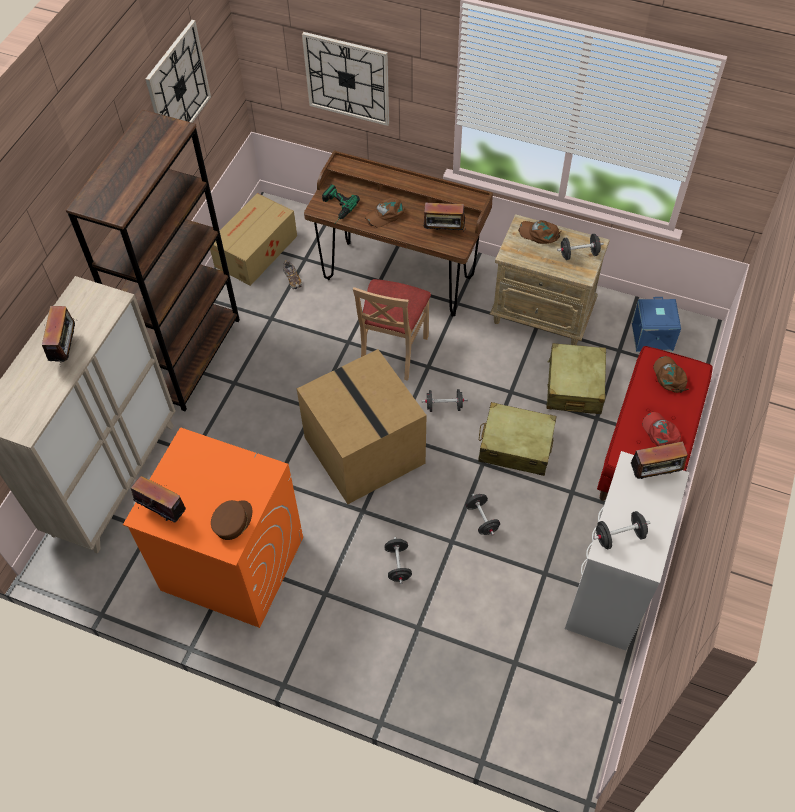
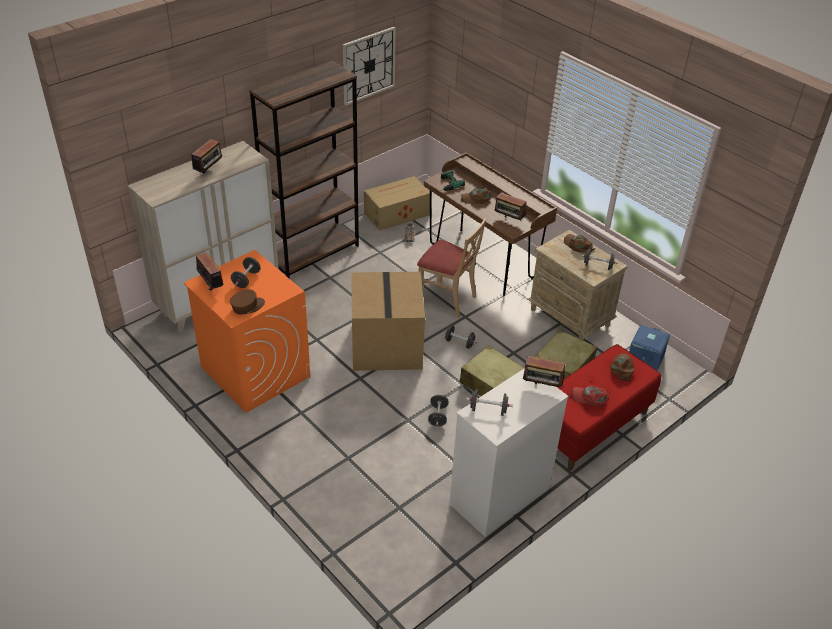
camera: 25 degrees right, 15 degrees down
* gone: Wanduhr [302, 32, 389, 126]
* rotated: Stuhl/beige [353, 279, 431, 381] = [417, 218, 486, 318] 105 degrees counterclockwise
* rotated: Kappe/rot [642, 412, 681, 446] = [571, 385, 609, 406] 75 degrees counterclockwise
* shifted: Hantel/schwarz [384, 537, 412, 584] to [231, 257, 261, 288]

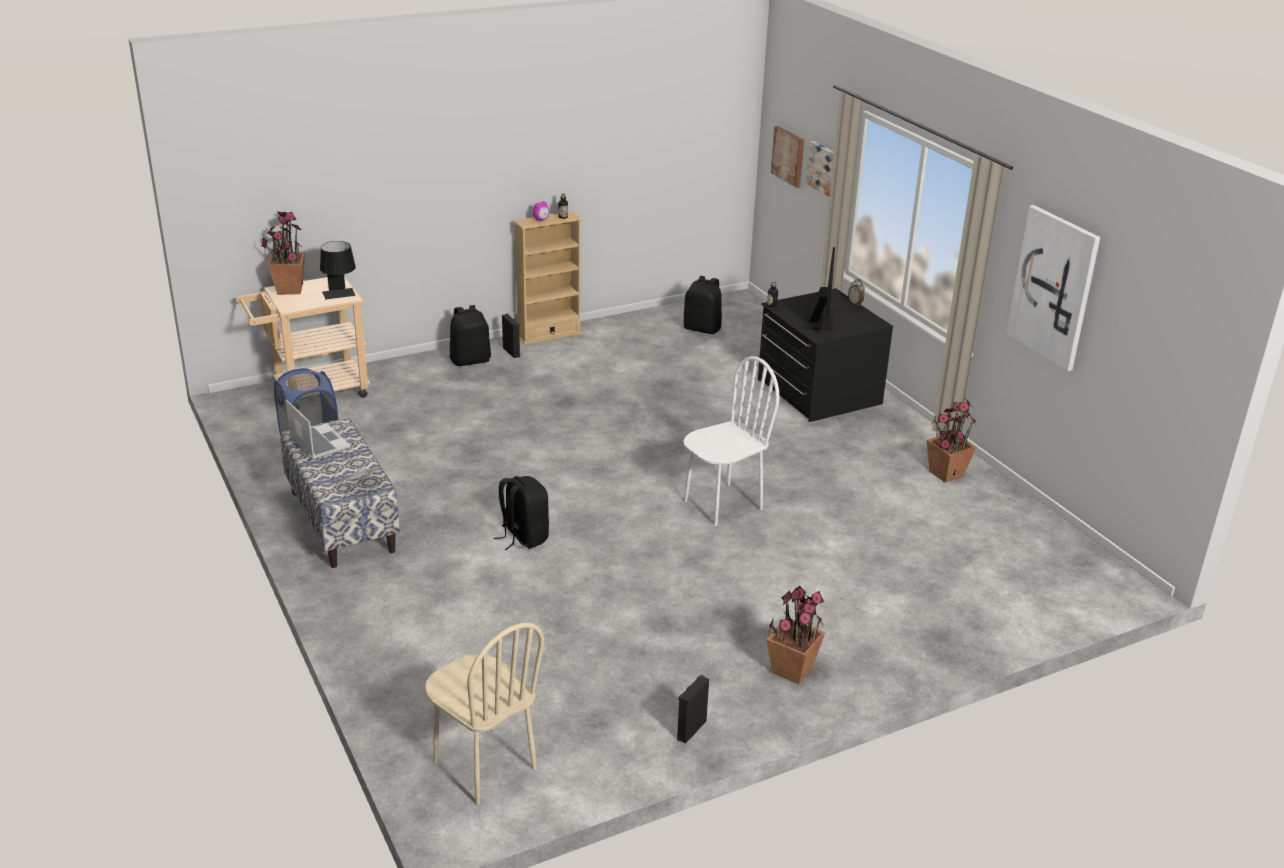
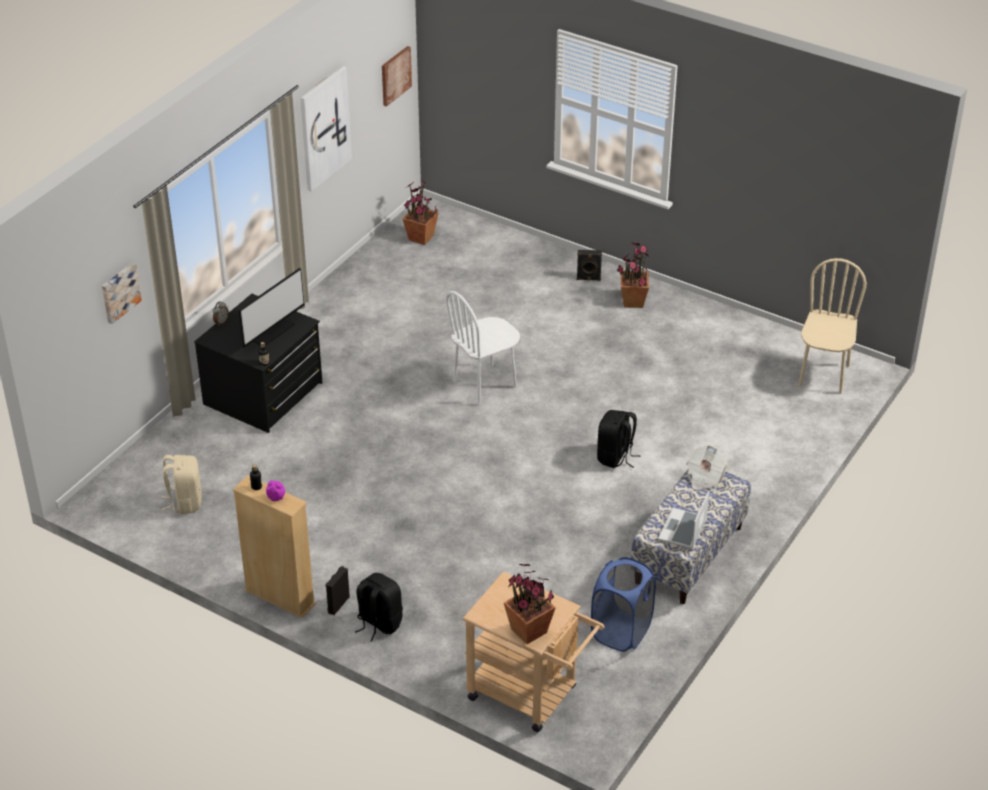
camera: 120 degrees left, 10 degrees up
* shifted: Bild [771, 126, 804, 188] to [382, 46, 412, 107]
* gone: Tischlampe/schwarz [320, 241, 356, 299]
* rotated: Monitor [804, 247, 835, 331] = [239, 268, 305, 348] 150 degrees clockwise
* repainted: Rucksack/schwarz [683, 276, 722, 334] to Rucksack/beige [162, 455, 202, 514]
* rotated: Stuhl/weiß [683, 356, 780, 526] = [446, 291, 520, 405] 60 degrees counterclockwise
* shifted: Topfpflanze [927, 397, 976, 483] to [402, 180, 439, 245]
* shifted: Lautsprecher/schwarz [677, 675, 709, 744] to [577, 250, 602, 281]

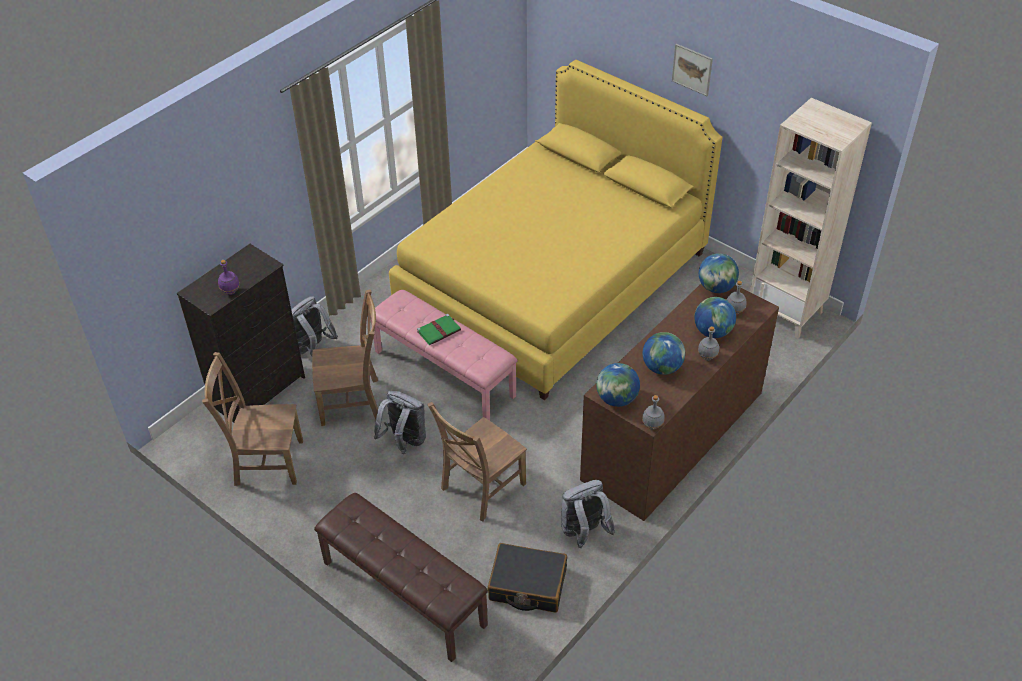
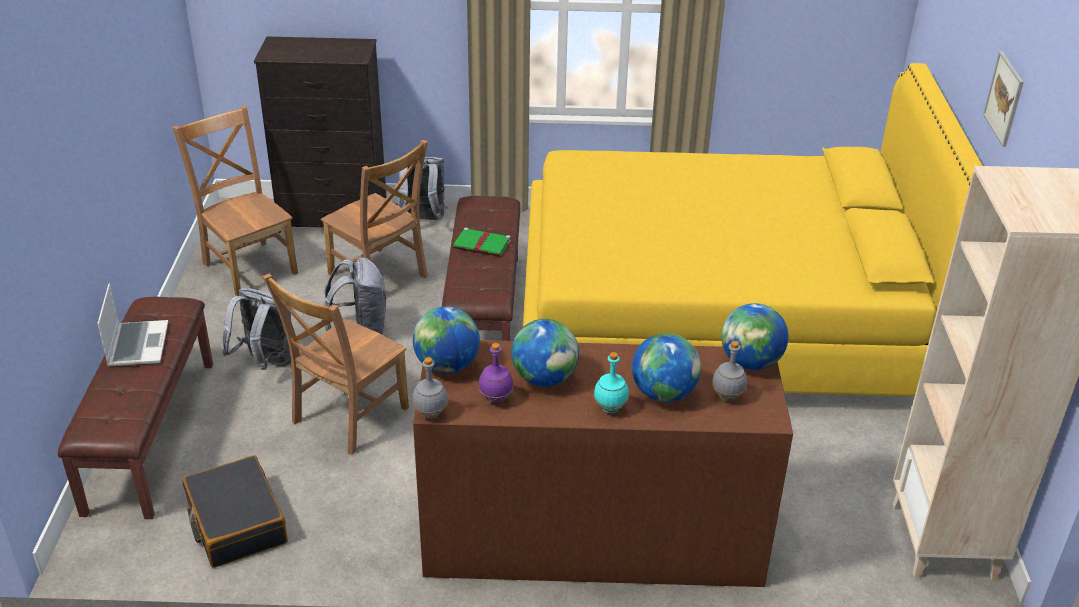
camera: 50 degrees right, 10 degrees down
* shifted: Flasche/lila [218, 260, 240, 295] to [479, 343, 513, 404]
* repainted: Bank/rosa [370, 290, 518, 421] to Bank/braun [442, 196, 520, 341]
* repainted: Flasche/grau [698, 326, 719, 360] to Flasche/türkis [594, 352, 629, 413]
* rotated: Stuhl/braun [427, 402, 527, 521] = [262, 273, 409, 455] 60 degrees counterclockwise
* shifted: Rucksack/grau [561, 480, 615, 548] to [222, 288, 291, 370]
* new: Laptop [97, 284, 168, 366]

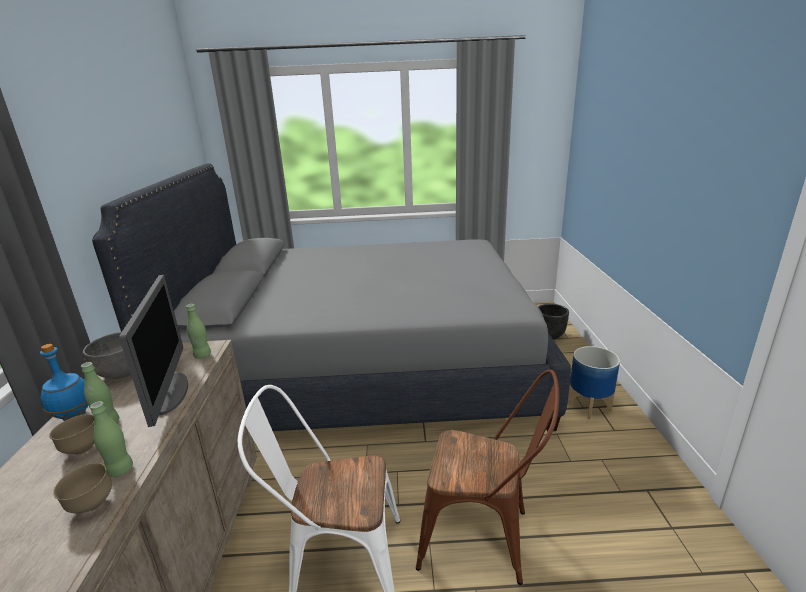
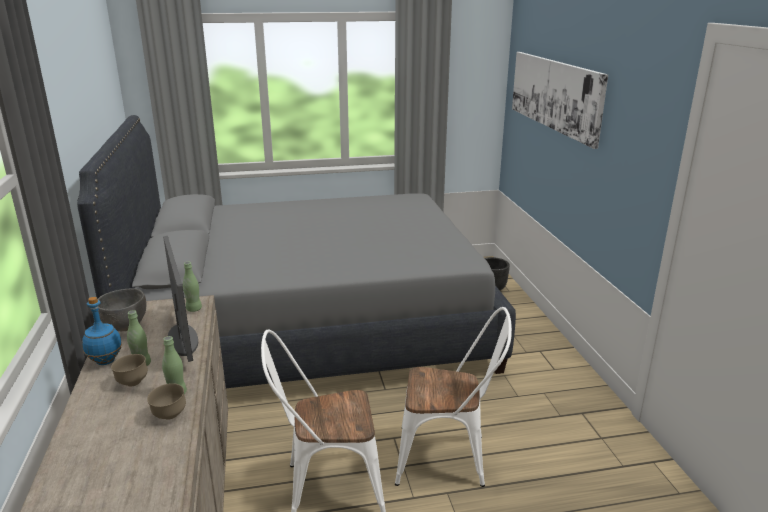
camera: 10 degrees left, 0 degrees up
* gone: Pflanzkübel [567, 346, 620, 420]
* repainted: Stuhl/braun [416, 369, 559, 585] to Stuhl/weiß [395, 307, 512, 487]
* new: Bild [512, 52, 608, 149]

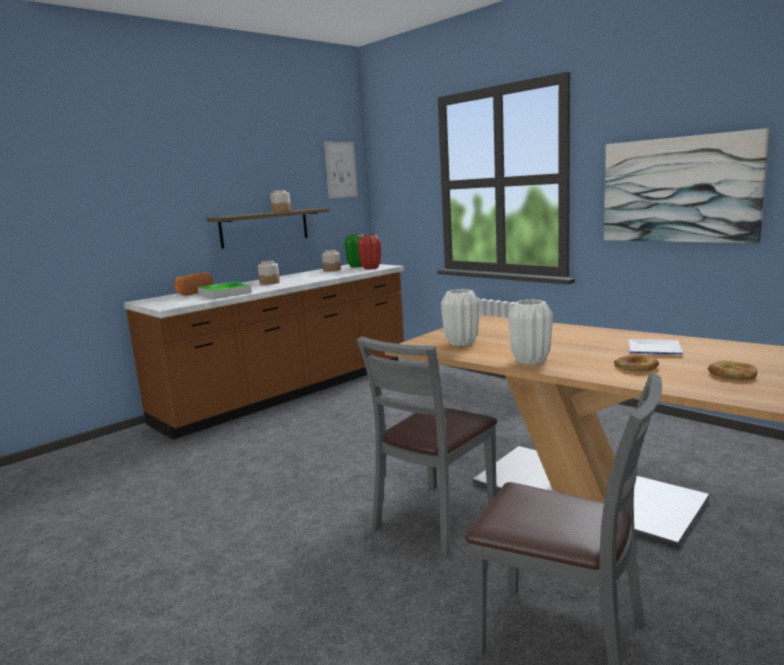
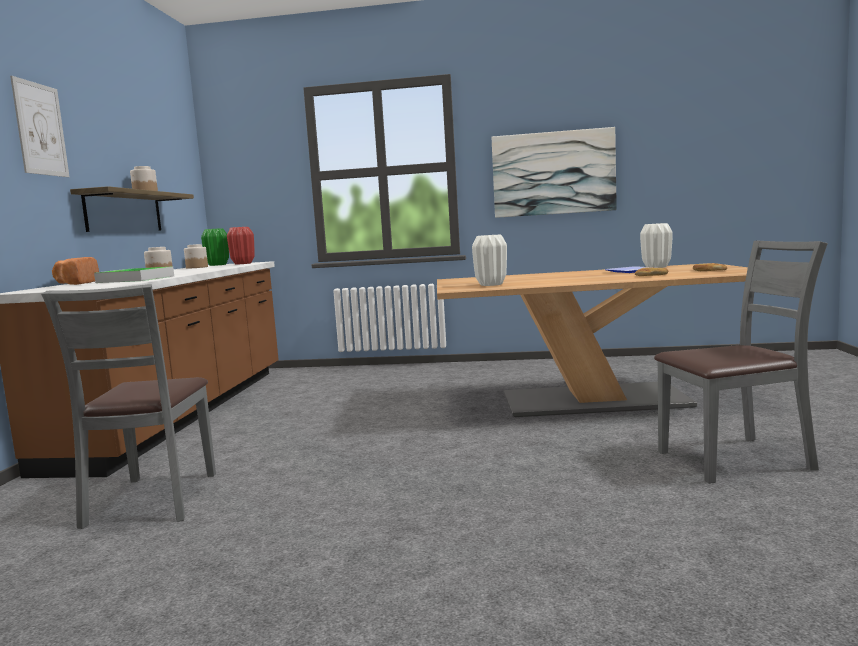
camera: 40 degrees left, 5 degrees down
* shifted: Bild [324, 142, 358, 198] to [10, 76, 69, 177]
* shifted: Vase/weiß [508, 300, 553, 365] to [640, 223, 673, 268]
* shifted: Stuhl/grau [357, 336, 497, 556] to [41, 284, 216, 529]

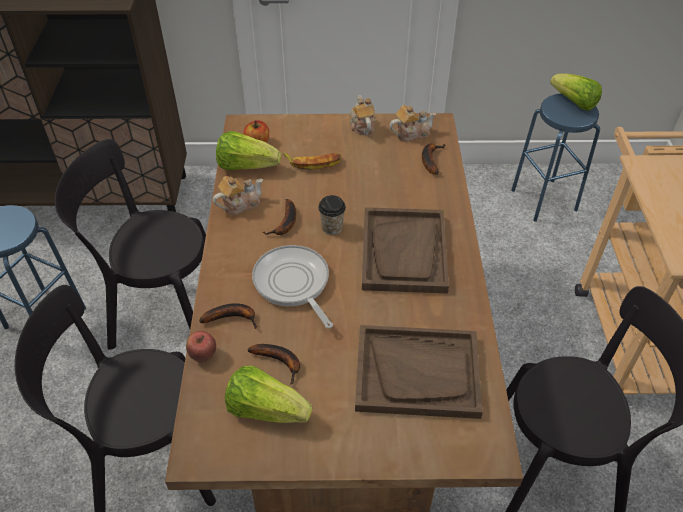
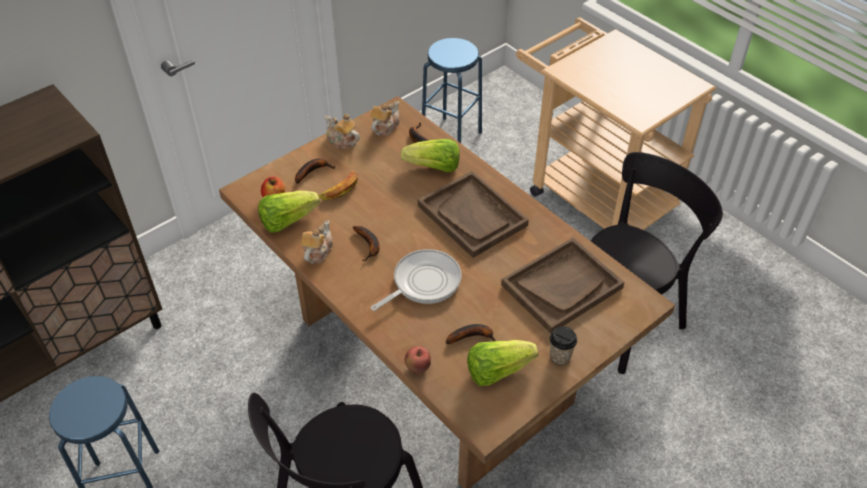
camera: 40 degrees left, 0 degrees up
* shifted: Salatkopf [550, 73, 602, 111] to [401, 139, 459, 172]
* gone: Stuhl/schwarz [55, 139, 206, 350]
* shifted: Tasse [318, 195, 346, 235] to [550, 326, 577, 364]
* rotated: Pfanne [252, 245, 333, 328] = [371, 249, 462, 311] 120 degrees clockwise
* shifted: Banane [199, 303, 257, 329] to [295, 158, 335, 184]

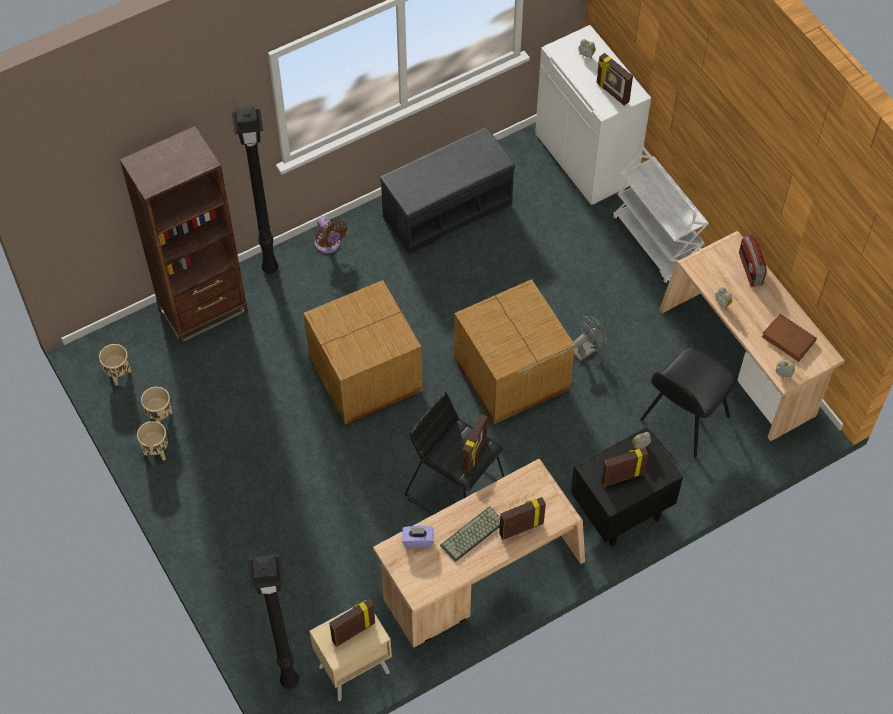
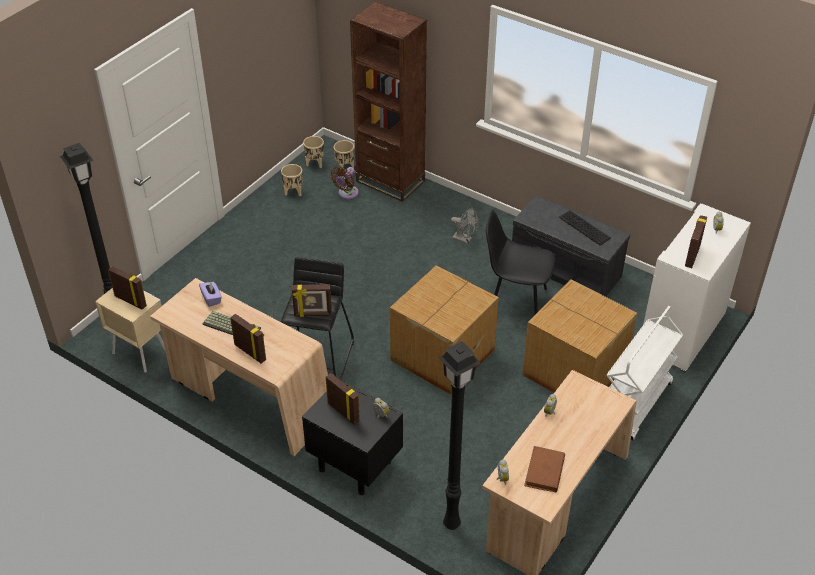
camera: 65 degrees right, 15 degrees down
* shifted: Stehlampe/schwarz [232, 105, 279, 274] to [438, 341, 481, 530]
* shifted: Ventilator/braun [315, 216, 347, 254] to [331, 166, 359, 199]
* gone: Radio [739, 233, 767, 287]
* shifted: Karton [303, 280, 423, 424] to [522, 279, 637, 393]
* shifted: Ventilator/grau [573, 315, 607, 361] to [451, 208, 479, 244]
* shifted: Stuhl/schwarz [641, 348, 735, 457] to [486, 210, 555, 314]
* shifted: Pflanzkübel/beige [137, 421, 168, 461] to [334, 140, 354, 169]
* new: Tastatur [559, 210, 611, 245]

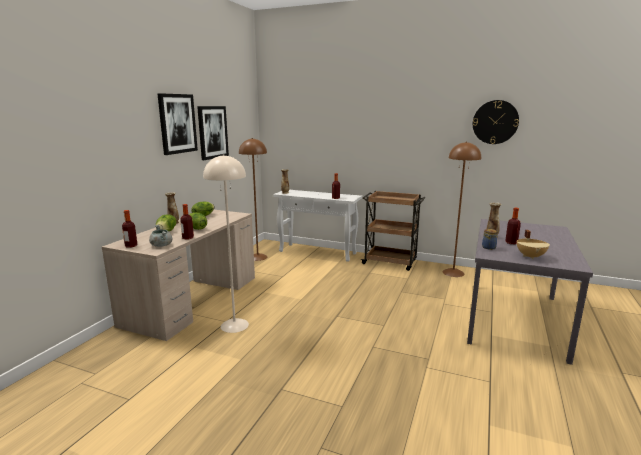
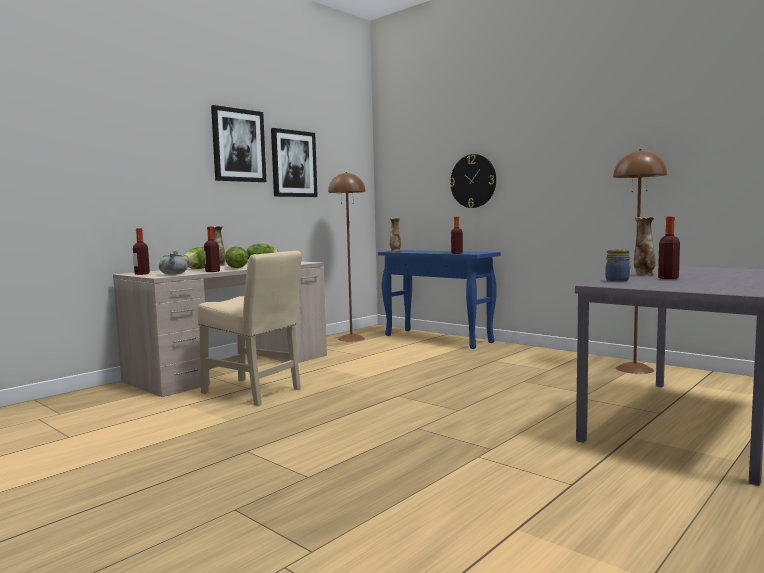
camera: 20 degrees right, 10 degrees down
* shifted: Wanduhr [473, 100, 519, 144] to [450, 154, 496, 208]
* swapped: Stehlampe/beige [203, 154, 249, 333] to Stuhl/beige [197, 251, 302, 406]
* repainted: Konsolentisch/weiß [273, 190, 362, 262] to Konsolentisch/blau [378, 250, 501, 349]
* gone: Rollwagen/braun [360, 191, 425, 271]
* gone: Kochtopf/beige [517, 230, 550, 259]

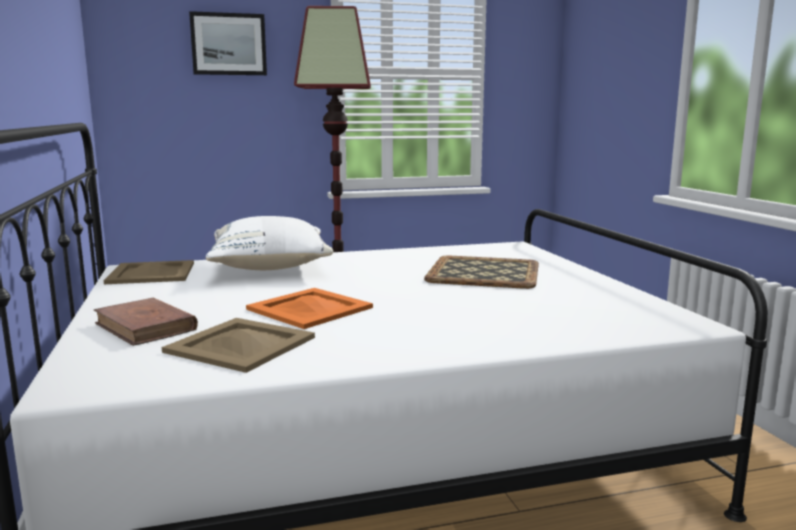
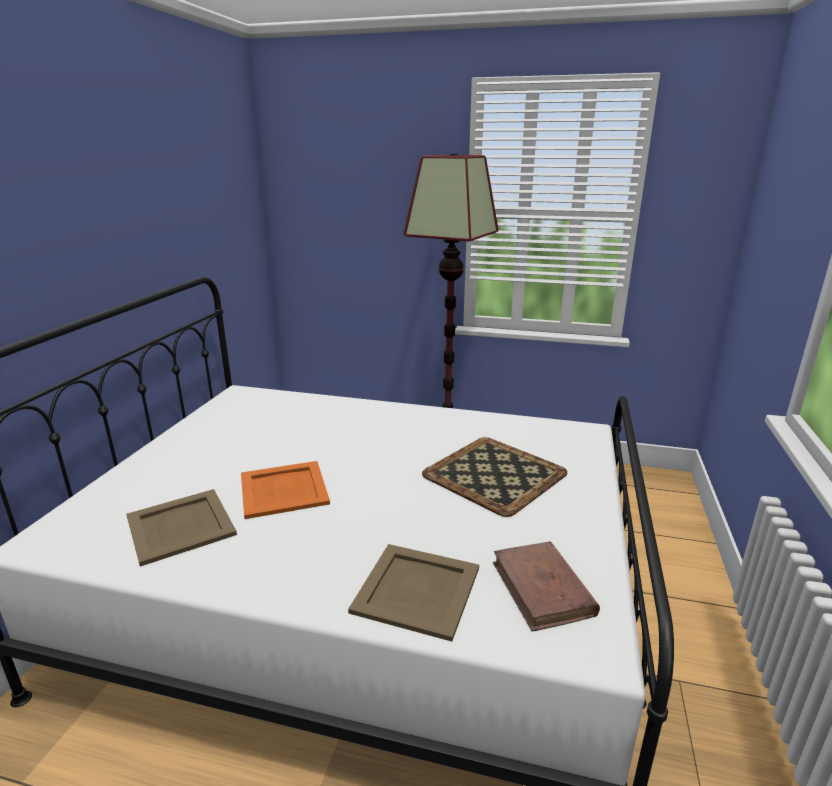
camera: 30 degrees right, 10 degrees up
* gone: Bild [189, 11, 267, 75]
* gone: Kissen/weiß [206, 216, 333, 270]
* shifted: Tablett/beige [104, 260, 194, 284] to [348, 544, 479, 642]
* shifted: Buch/braun [94, 298, 198, 346] to [493, 541, 600, 631]

